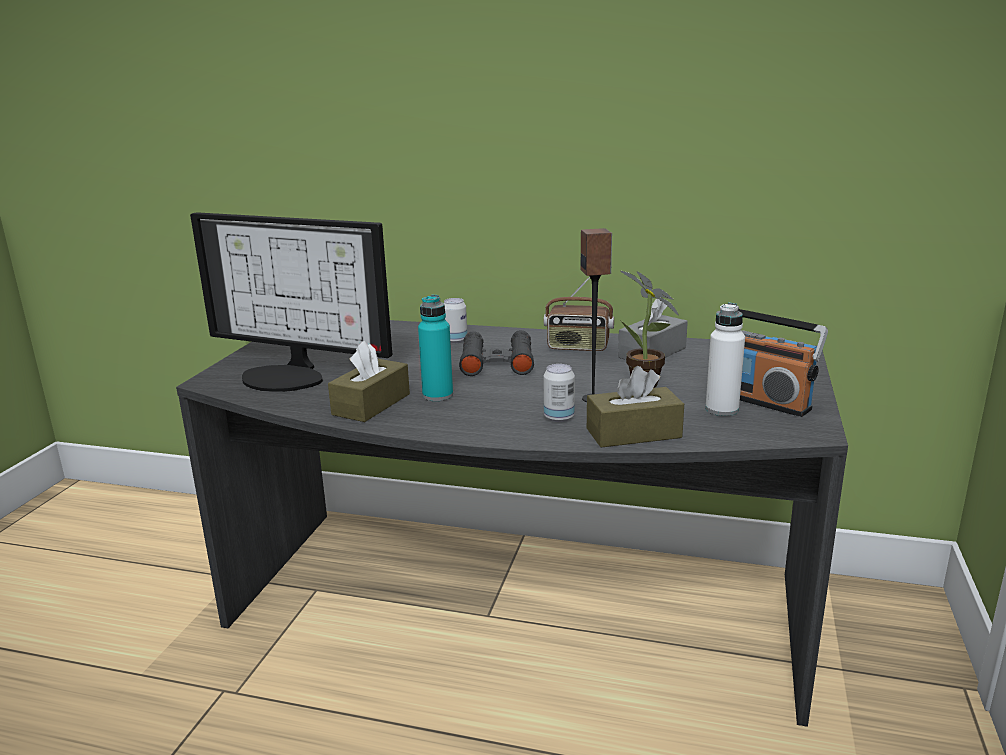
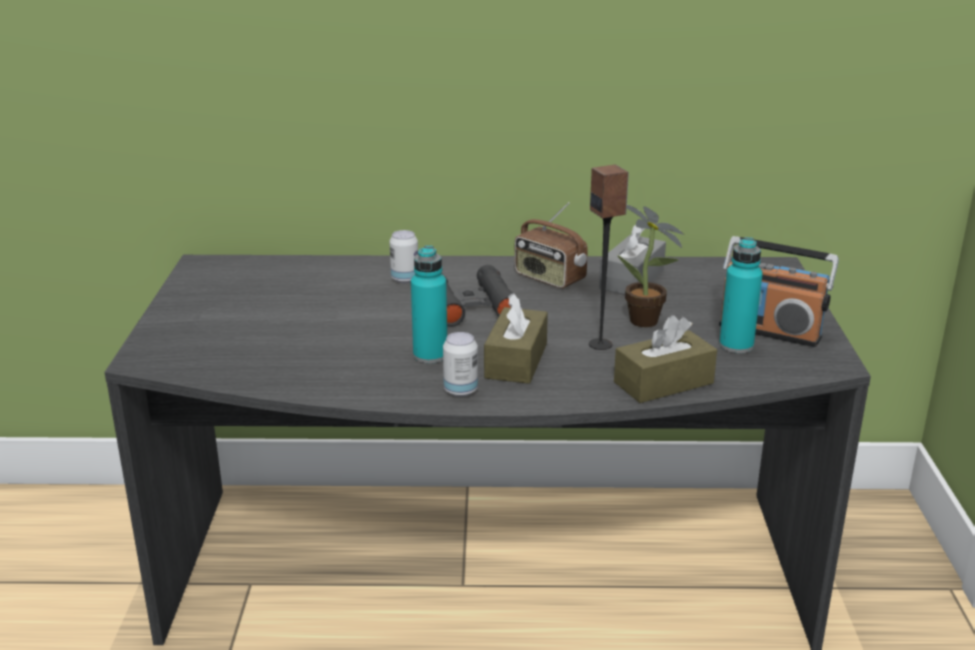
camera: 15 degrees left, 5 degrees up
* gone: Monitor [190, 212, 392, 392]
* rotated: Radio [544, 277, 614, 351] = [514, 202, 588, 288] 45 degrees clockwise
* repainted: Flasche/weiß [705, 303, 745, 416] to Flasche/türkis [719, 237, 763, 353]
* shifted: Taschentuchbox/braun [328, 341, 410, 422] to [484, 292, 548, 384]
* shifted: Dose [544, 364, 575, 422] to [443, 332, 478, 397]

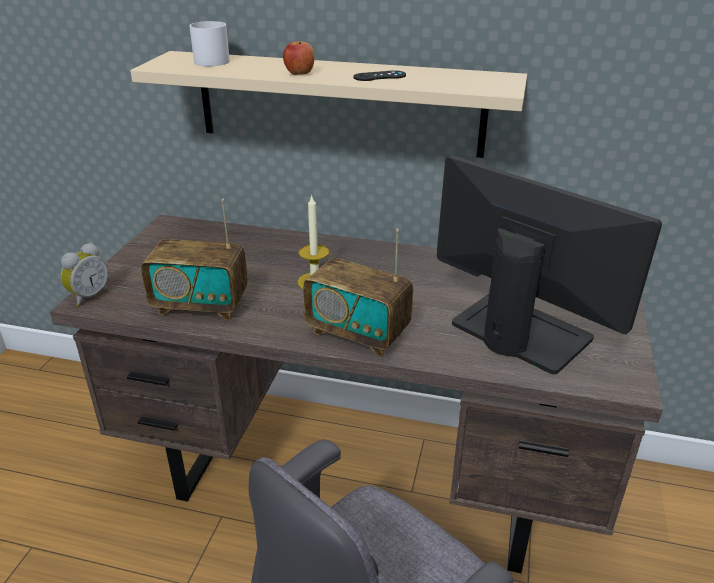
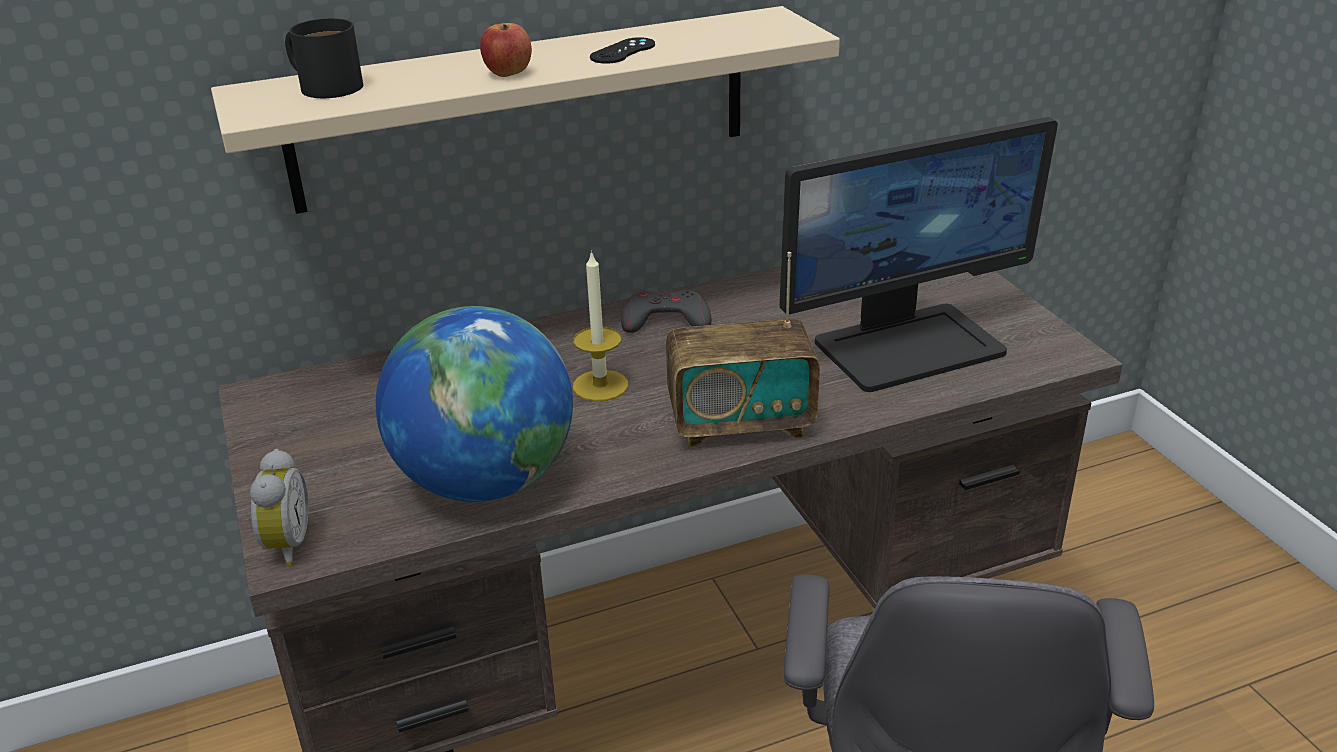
camera: 35 degrees left, 0 degrees up
* repainted: Henkelbecher/weiß [189, 21, 230, 66] to Henkelbecher/schwarz [285, 18, 363, 98]
* rotated: Monitor [437, 156, 662, 374] = [779, 117, 1058, 392] 150 degrees clockwise
* swapped: Radio [141, 199, 248, 320] to Globus [376, 306, 573, 502]
* new: Gamepad/grau [621, 290, 711, 333]

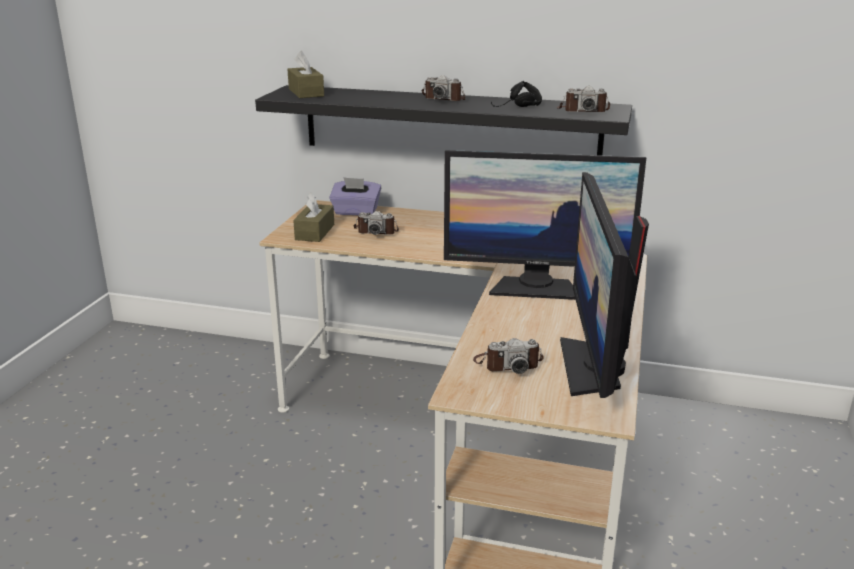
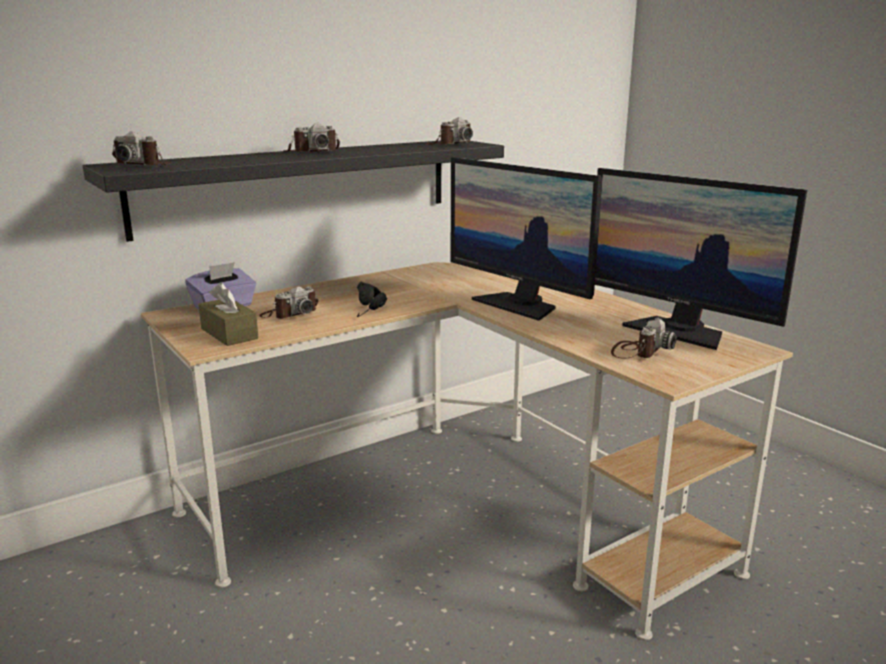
camera: 50 degrees left, 5 degrees down
* swapped: Taschentuchbox/braun [287, 51, 324, 98] to Kamera [112, 131, 172, 165]
* shifted: Kopfhörer/schwarz [491, 81, 542, 107] to [357, 282, 387, 317]
* rotated: Monitor [444, 150, 646, 300] = [451, 157, 602, 321] 90 degrees clockwise

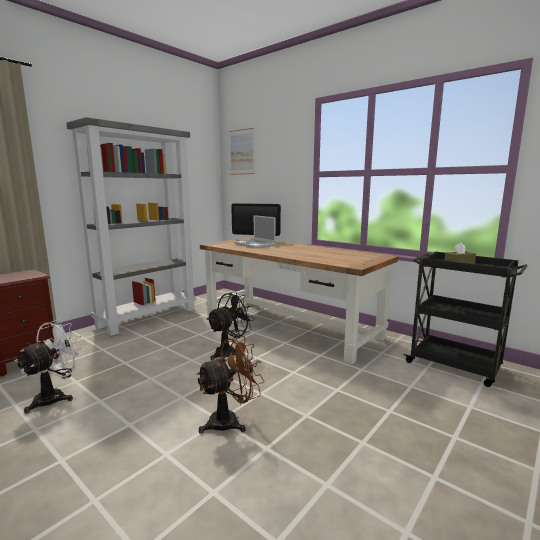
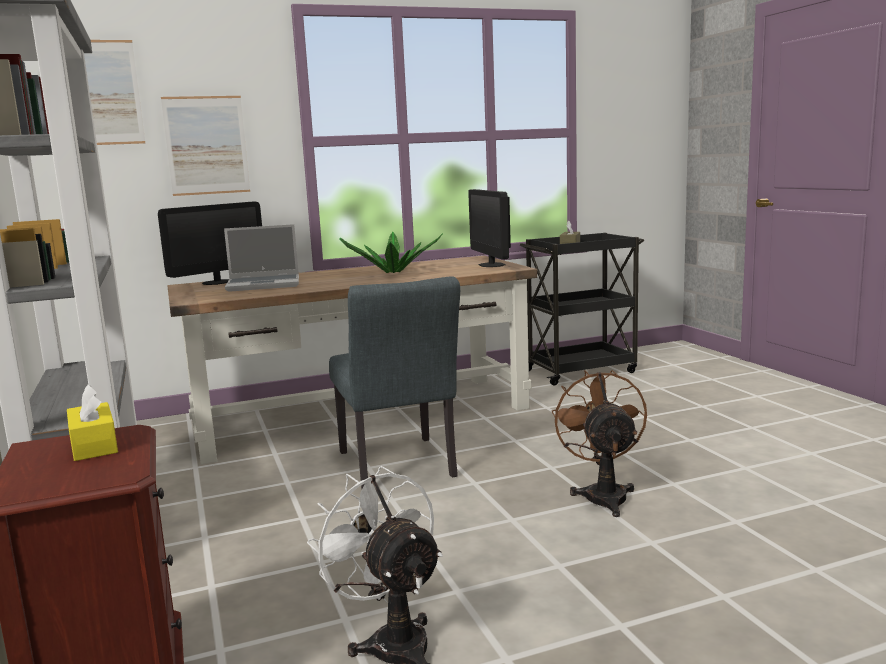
camera: 60 degrees left, 0 degrees up
* swapped: Ventilator/schwarz [207, 292, 255, 360] to Stuhl/grau [329, 277, 460, 489]
* new: Bild [161, 96, 250, 196]
* new: Monitor [468, 189, 511, 267]
* new: Topfpflanze [340, 232, 443, 273]
* new: Taschentuchbox/gelb [67, 384, 118, 461]

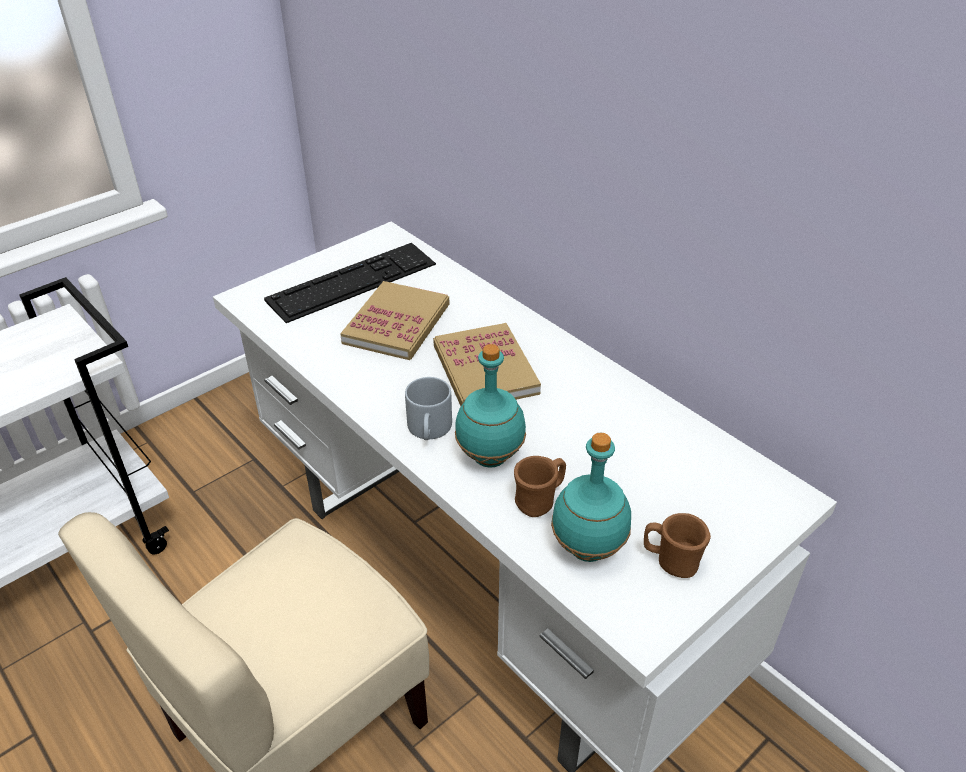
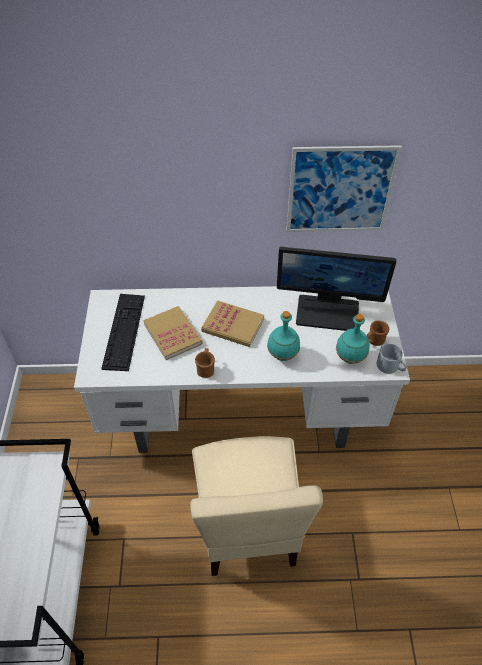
camera: 50 degrees left, 10 degrees up
* shifted: Henkelbecher/grau [405, 377, 452, 440] to [377, 343, 407, 374]
* shifted: Henkelbecher/braun [514, 456, 566, 517] to [195, 348, 215, 378]
* new: Bild [287, 145, 402, 232]
* new: Monitor [277, 247, 396, 331]

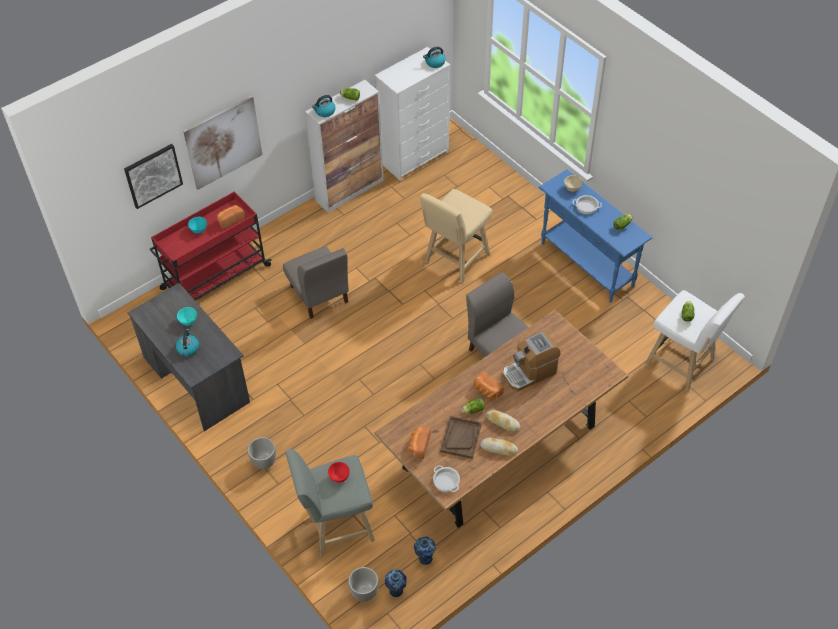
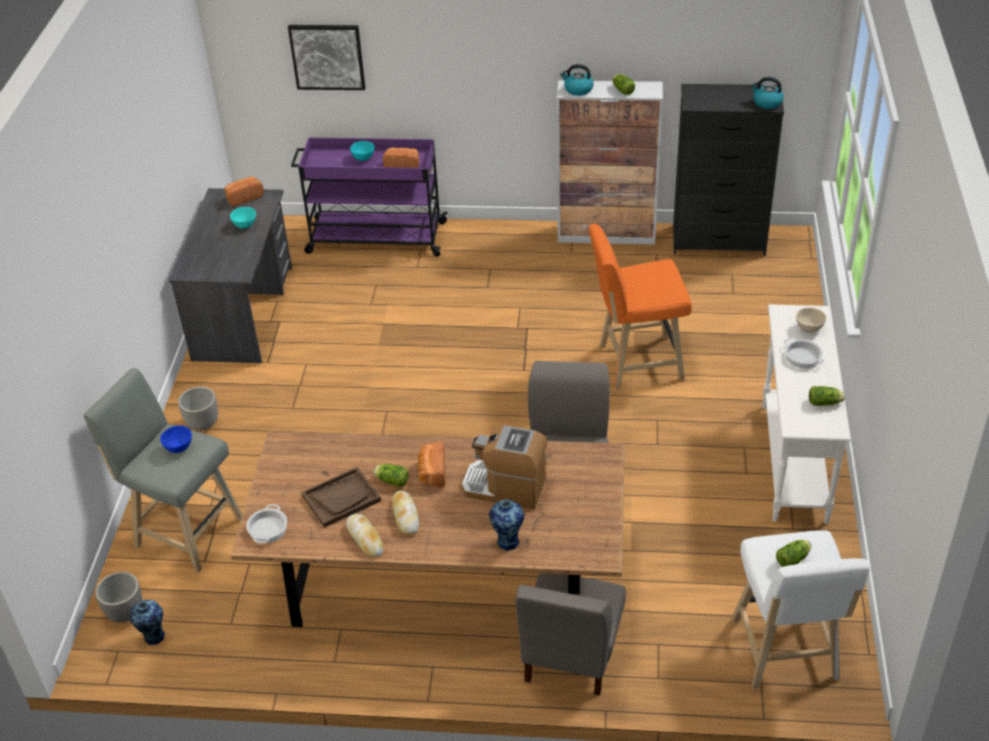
camera: 45 degrees right, 10 degrees down
* repainted: Kommode/weiß [375, 47, 450, 181] to Kommode/schwarz [673, 84, 784, 256]
* gone: Bild [183, 96, 262, 190]
* repainted: Konsolentisch/blau [539, 170, 652, 303] to Konsolentisch/weiß [762, 304, 851, 524]
* repainted: Hocker/beige [420, 189, 493, 283] to Hocker/orange [589, 223, 692, 390]
* repainted: Rollwagen/rot [150, 191, 272, 301] to Rollwagen/lila [291, 137, 448, 257]
* shifted: Stuhl/grau [283, 247, 349, 319] to [515, 573, 626, 696]
* gone: Wasserkessel [176, 329, 199, 356]
* shifted: Brot [408, 427, 431, 459] to [225, 177, 264, 206]
* repainted: Schüssel/rot [328, 462, 350, 483] to Schüssel/blau [160, 425, 192, 453]
* shifted: Vase [414, 536, 436, 565] to [489, 499, 524, 551]

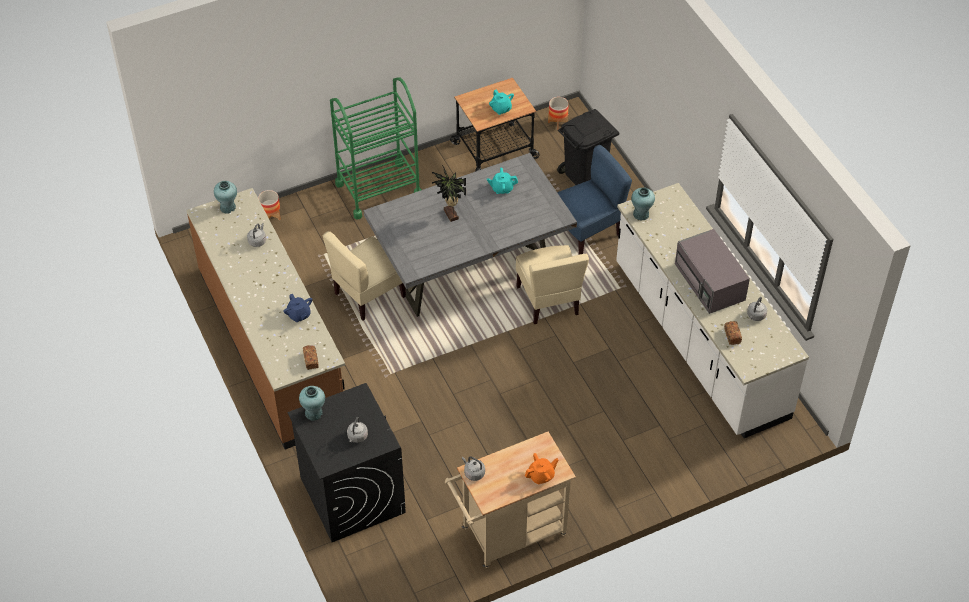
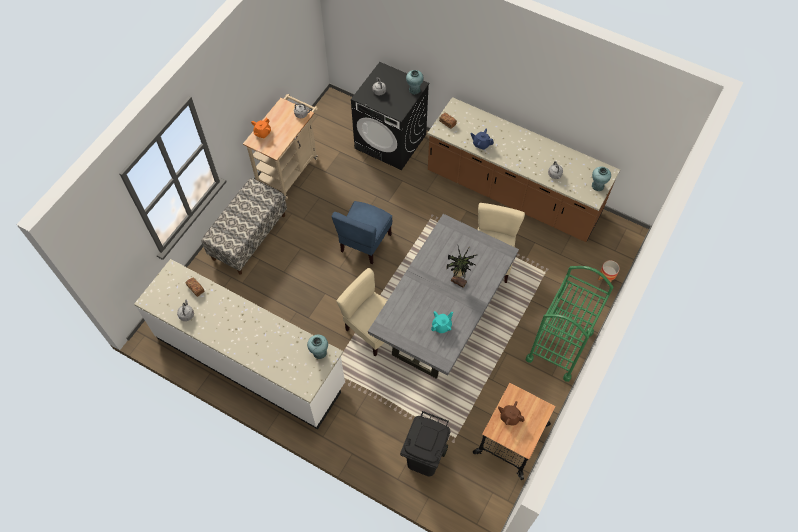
camera: 145 degrees right, 10 degrees up
* repainted: Teekanne/türkis [489, 89, 514, 115] to Teekanne/braun [498, 401, 525, 425]
* gone: Pflanzkübel [548, 97, 569, 130]
* shifted: Stuhl/blau [557, 145, 632, 255] to [332, 201, 392, 264]
* gone: Mikrowelle/grau [675, 229, 750, 314]
* new: Bank [201, 178, 287, 275]

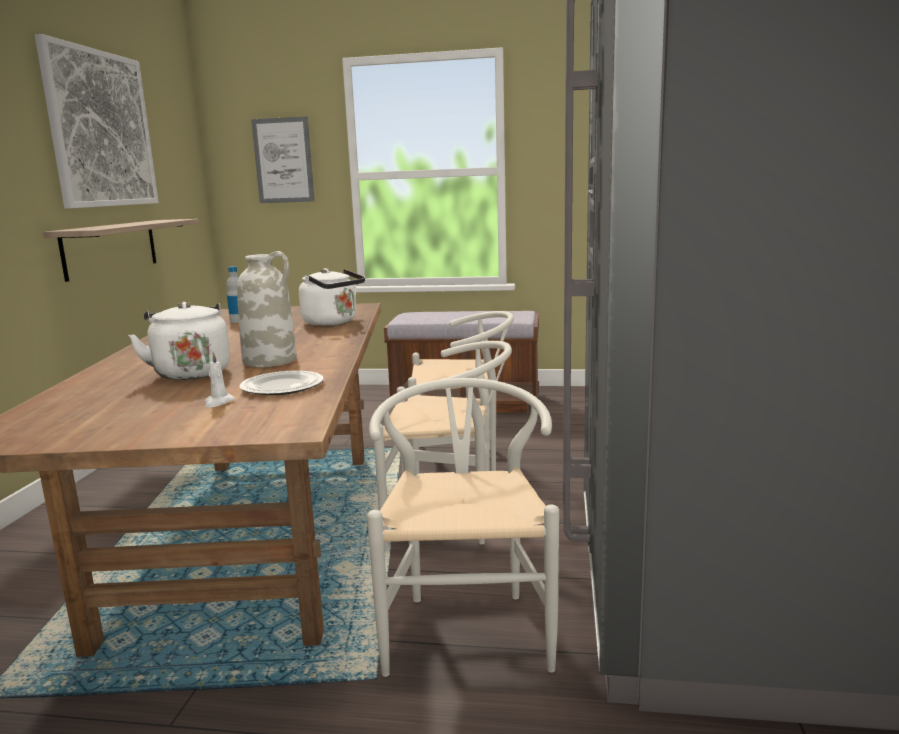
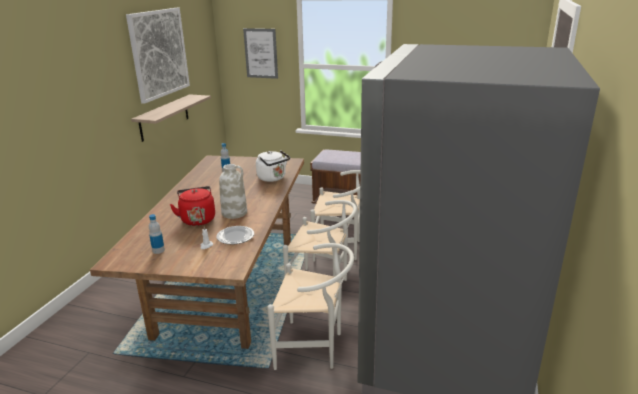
camera: 10 degrees right, 10 degrees up
* repainted: Wasserkessel/weiß [128, 302, 230, 380] to Wasserkessel/rot [170, 186, 215, 226]
* rotated: Stuhl/weiß [367, 378, 559, 677] = [268, 243, 354, 370] 90 degrees clockwise
* new: Flasche [149, 214, 165, 254]

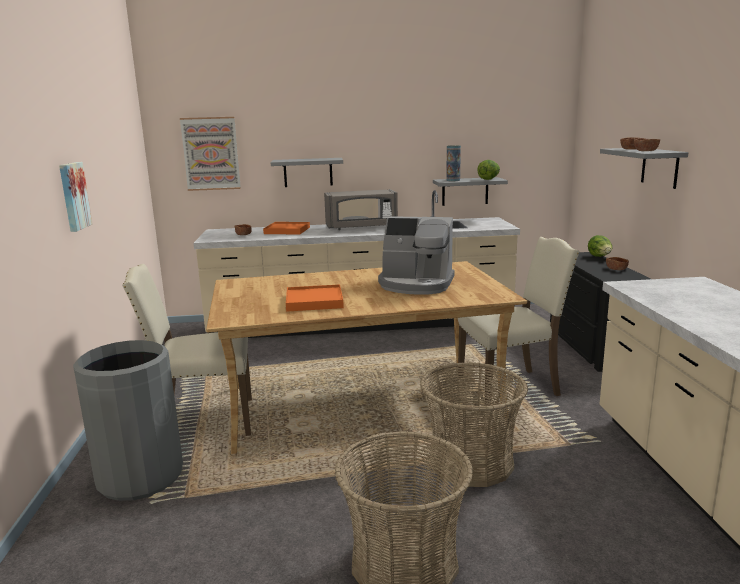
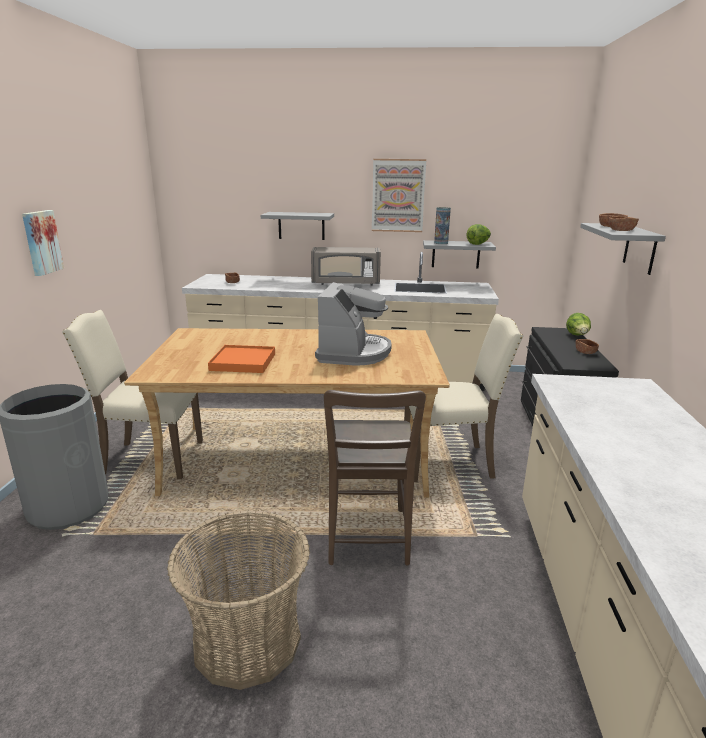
camera: 10 degrees right, 5 degrees up
* shifted: Bild [180, 117, 241, 191] to [372, 159, 426, 232]
* rotated: Kaffeemaschine [378, 216, 455, 295] = [315, 282, 392, 366] 105 degrees counterclockwise
* gone: Tablett/orange [263, 222, 310, 234]
* swapped: Korb [420, 362, 528, 487] to Stuhl/braun [324, 390, 426, 566]

